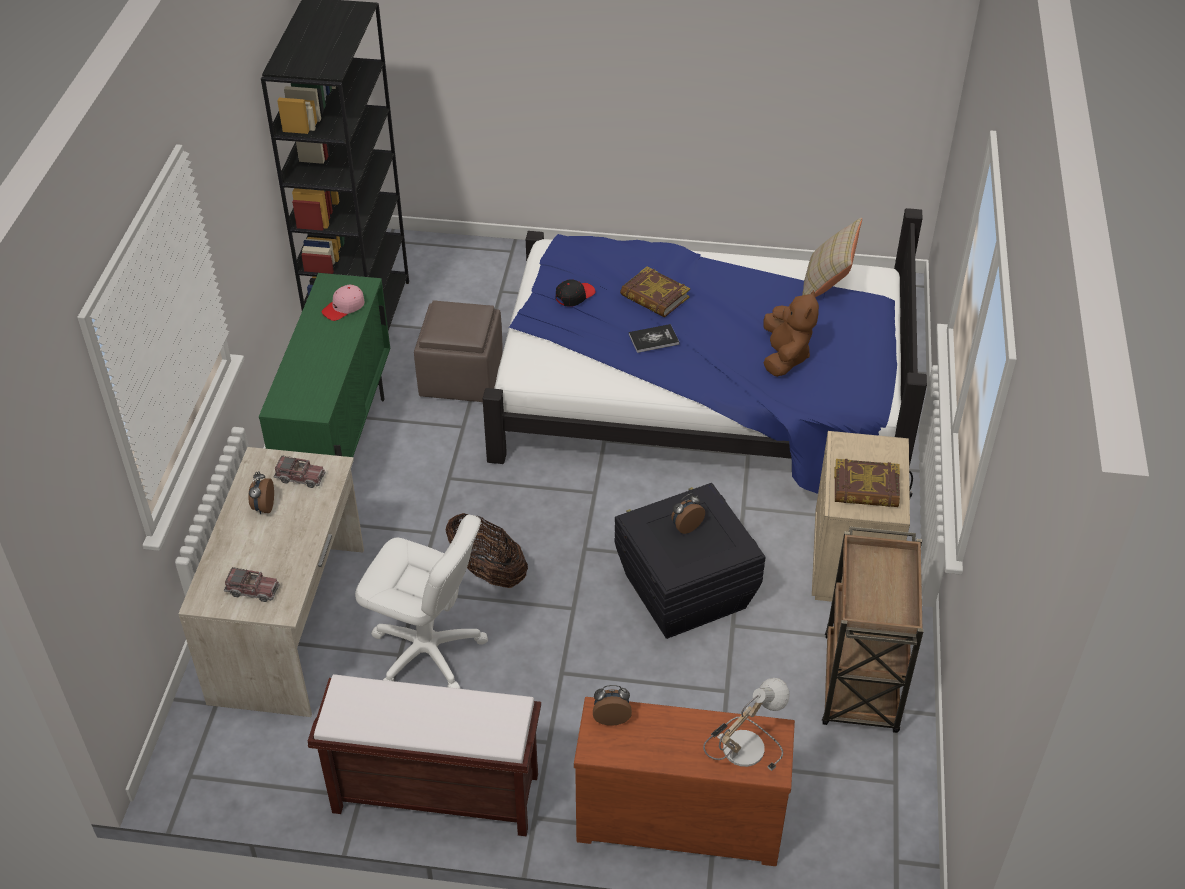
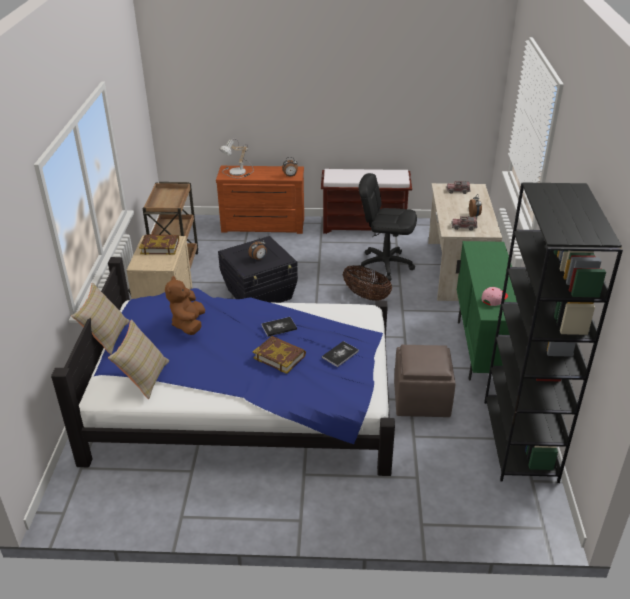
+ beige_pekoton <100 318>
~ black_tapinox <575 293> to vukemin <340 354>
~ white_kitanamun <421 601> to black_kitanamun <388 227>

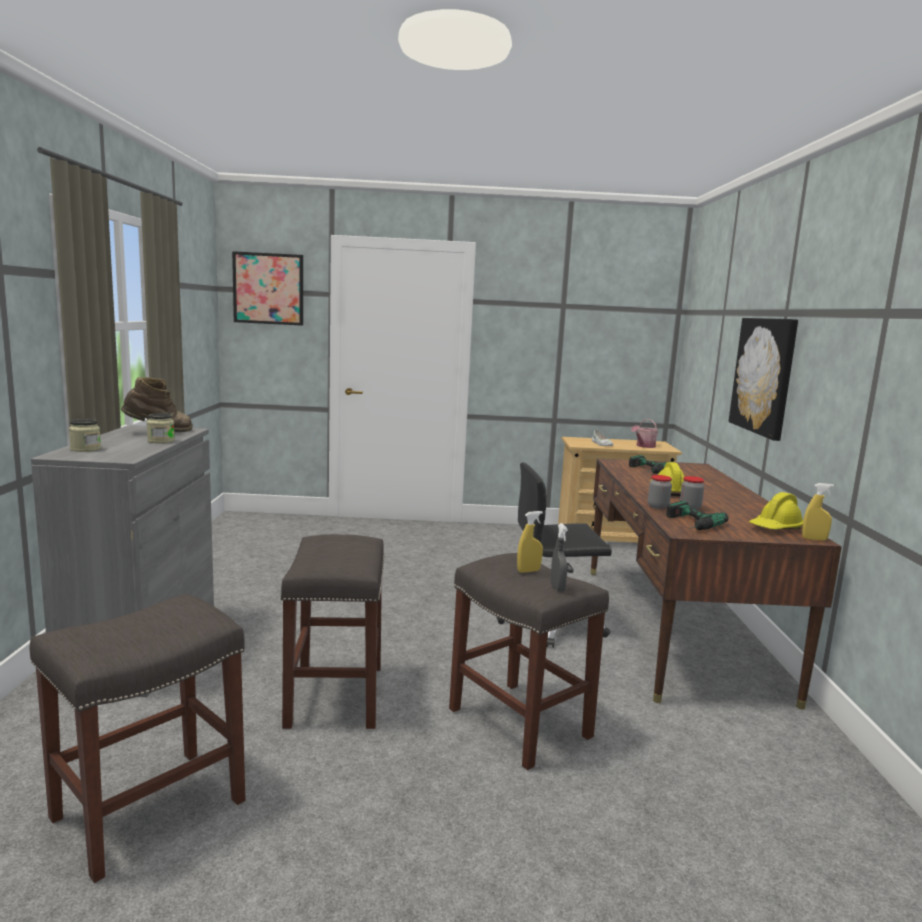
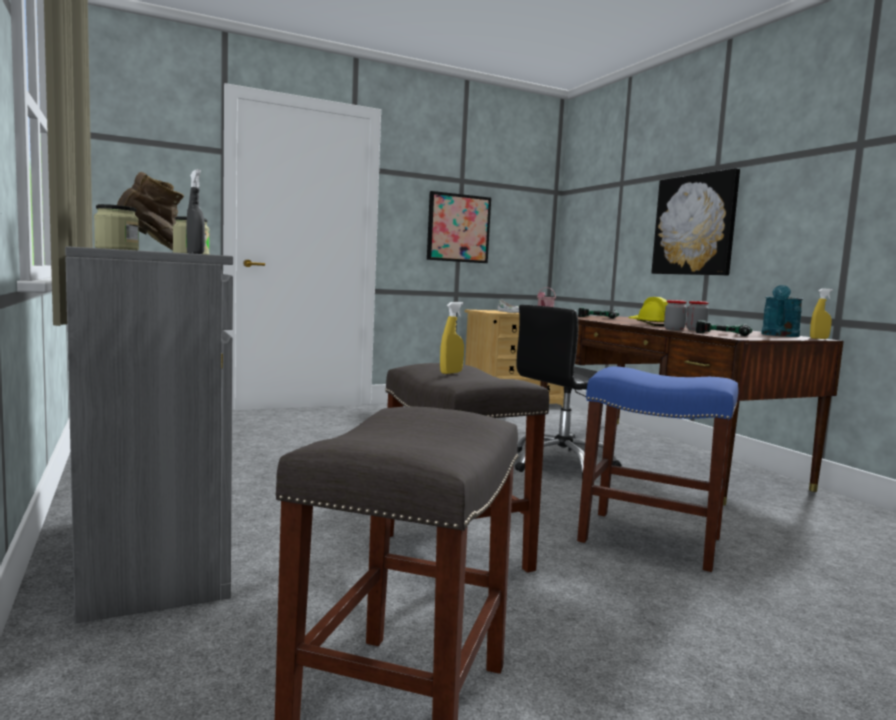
~ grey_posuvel <559 557> to <195 211>
~ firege <267 288> to <459 227>
~ yellow_posuvel <530 542> to <452 338>
~ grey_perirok <529 661> to blue_perirok <658 469>
~ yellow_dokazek <776 510> to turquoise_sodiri <782 311>

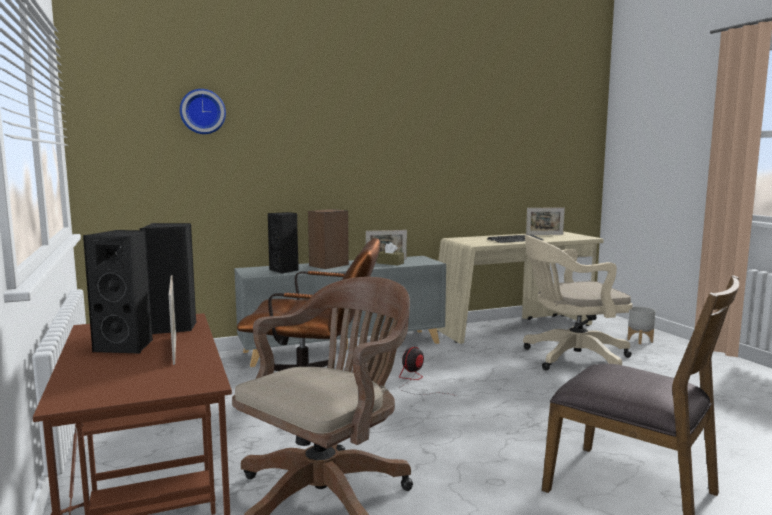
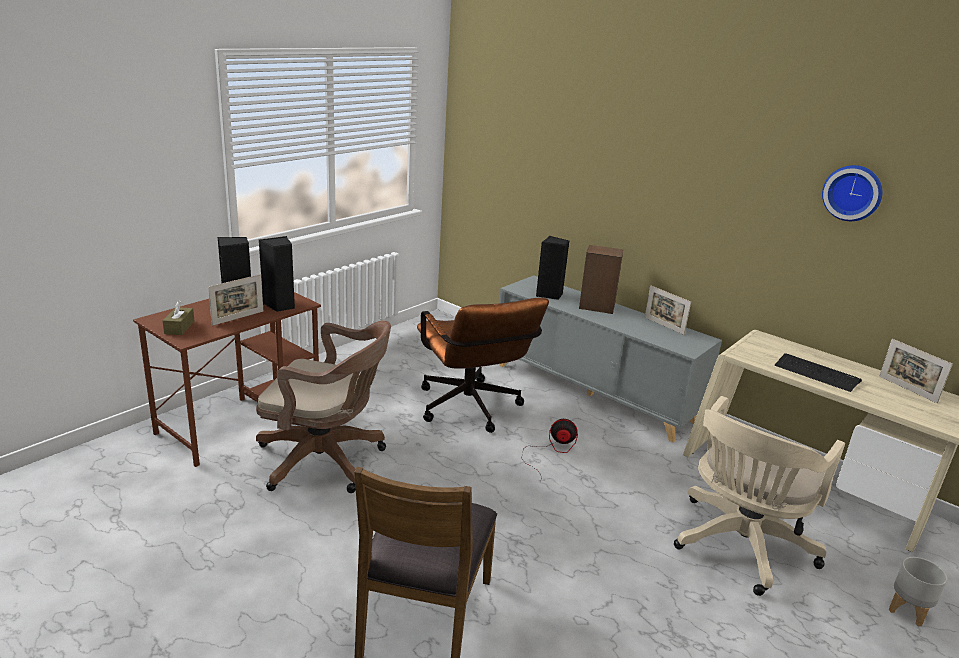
~ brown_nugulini <390 253> to <178 318>
~ beige_kitanamun <577 302> = <759 496> 105 degrees counterclockwise
~ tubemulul <203 111> to <852 193>

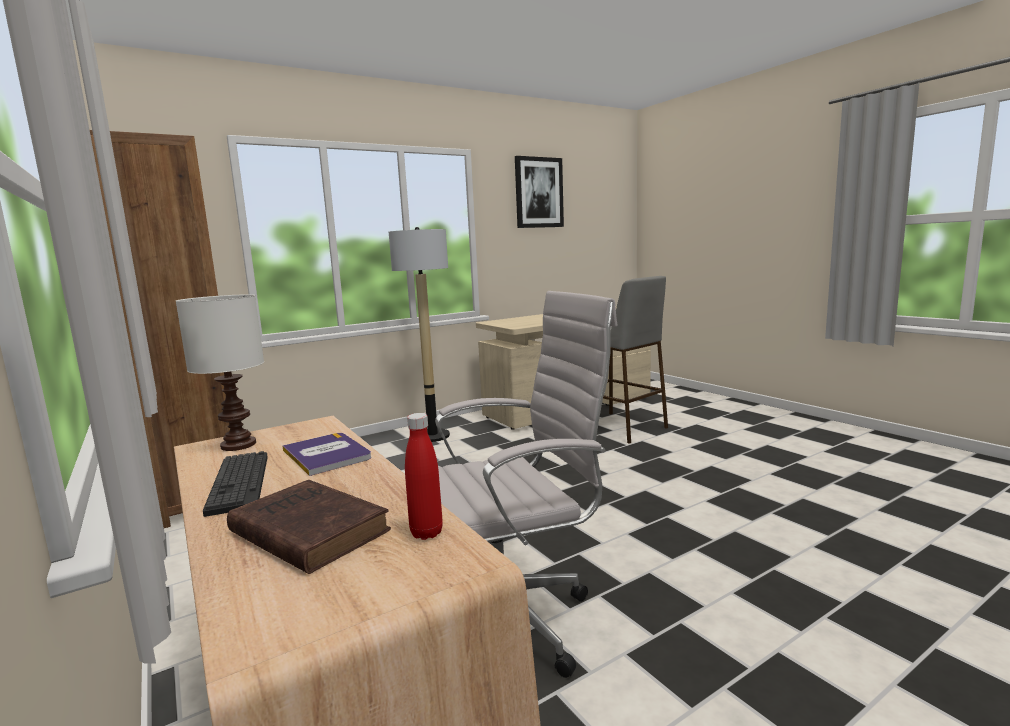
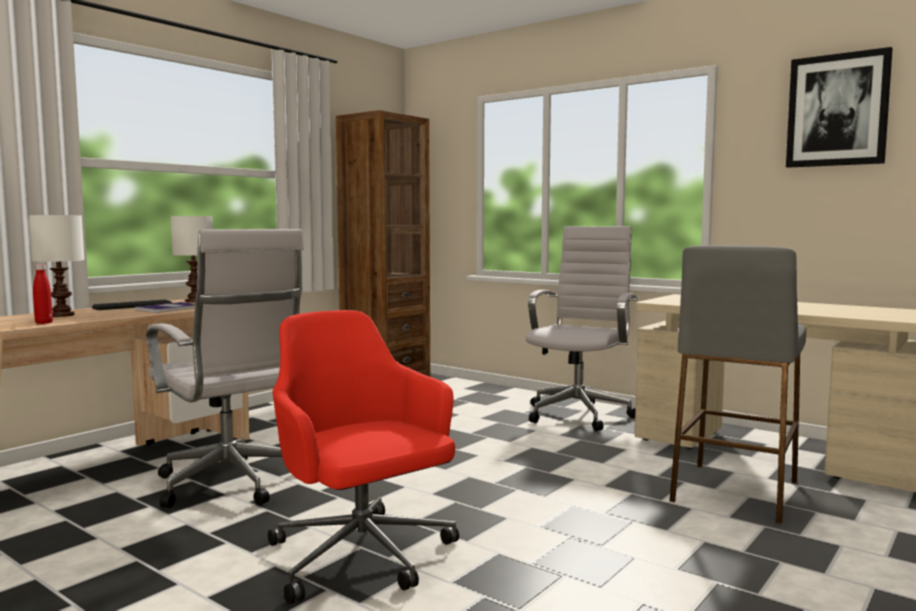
~ brown_vukemin <309 527> to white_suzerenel <56 266>
+ red_kitanamun <363 457>
~ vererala <419 334> to white_kitanamun <582 328>

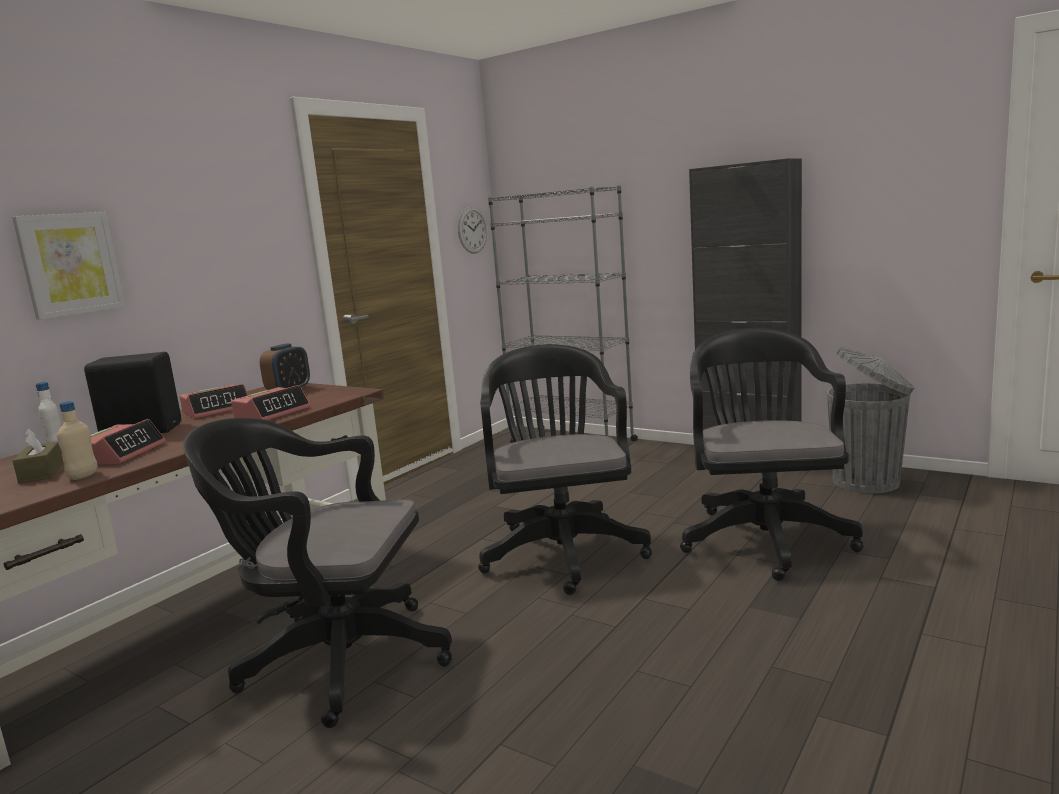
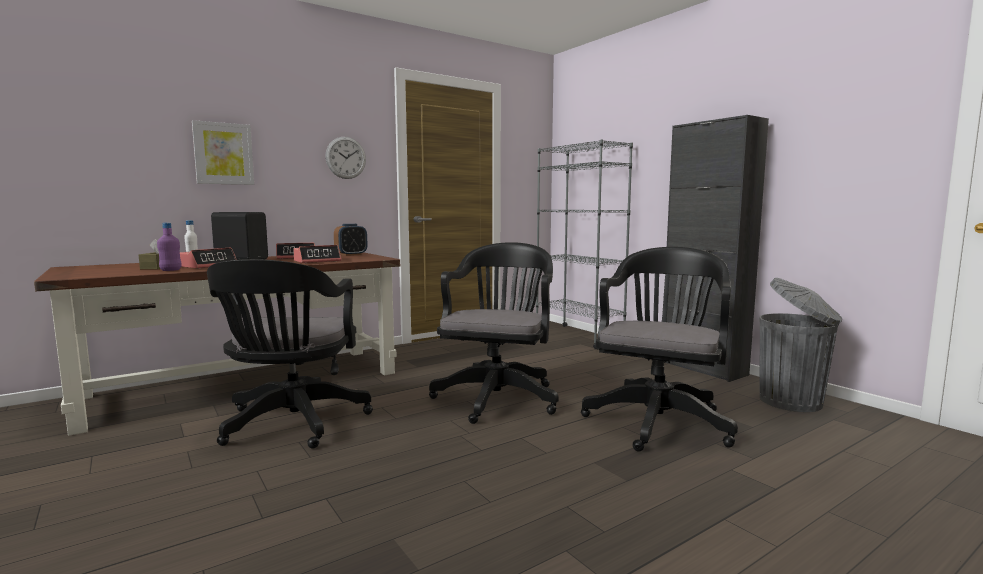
~ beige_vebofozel <77 440> to purple_vebofozel <169 247>
~ black_kitanamun <317 573> = <290 354> 120 degrees counterclockwise
~ tubemulul <472 230> to <345 158>

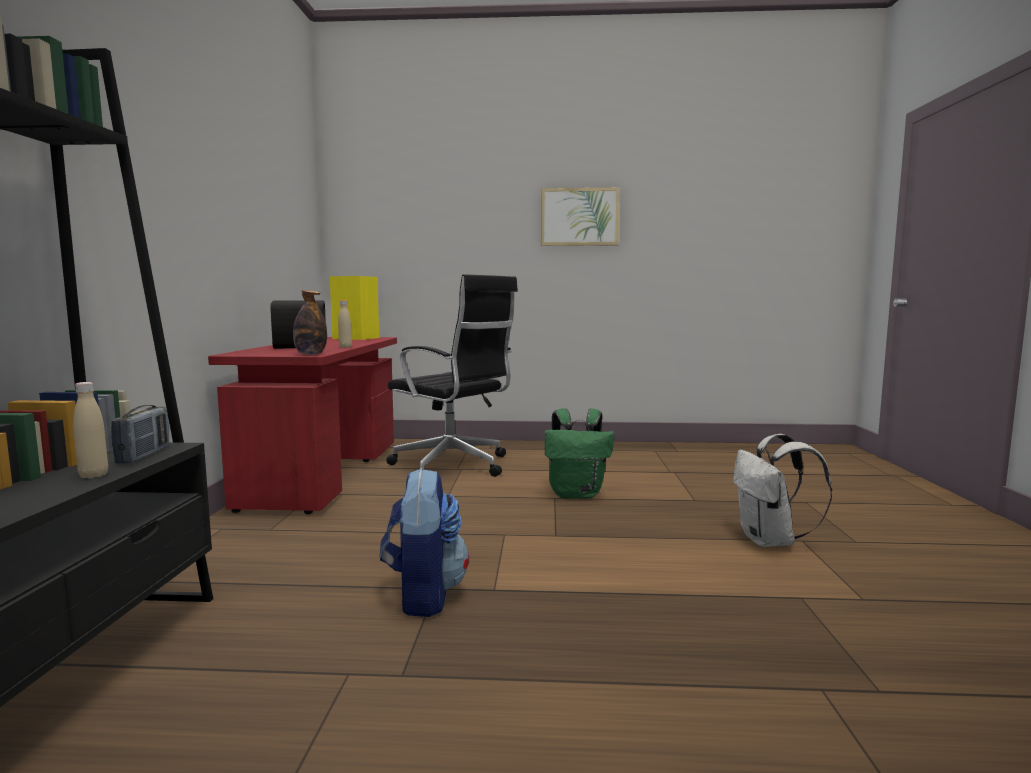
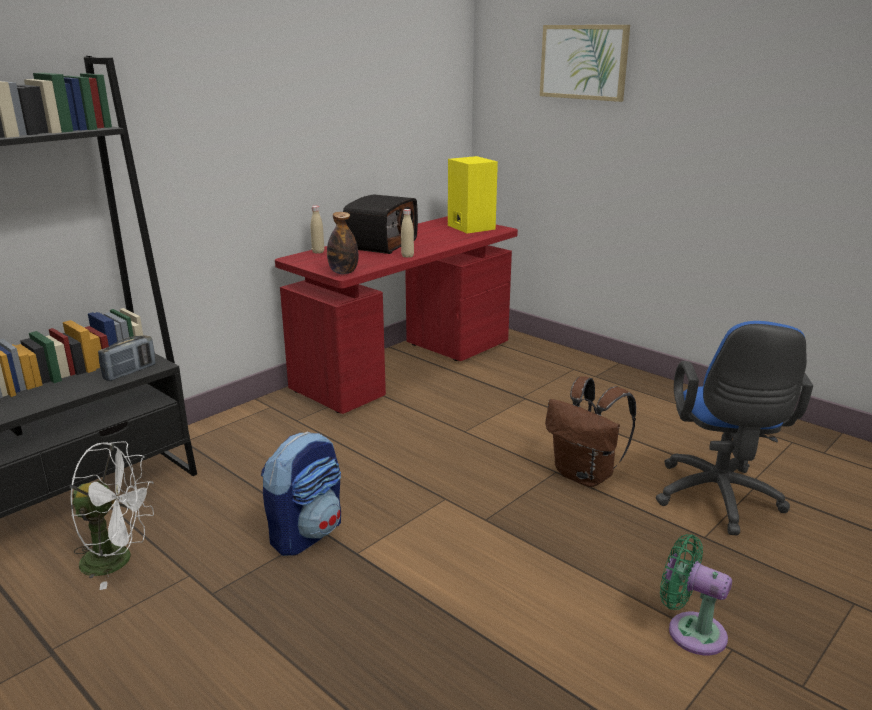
+ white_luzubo <112 515>
~ beige_vebofozel <90 430> to <317 230>
~ firege <580 217> to <585 63>
~ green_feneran <579 453> to brown_feneran <590 431>
+ blue_kitanamun <734 428>
~ white_feneran <782 490> to green_luzubo <696 594>
- black_kitanamun <452 375>

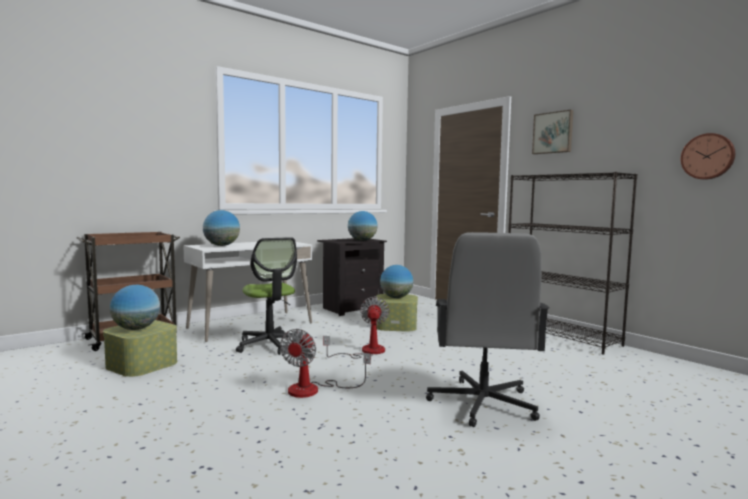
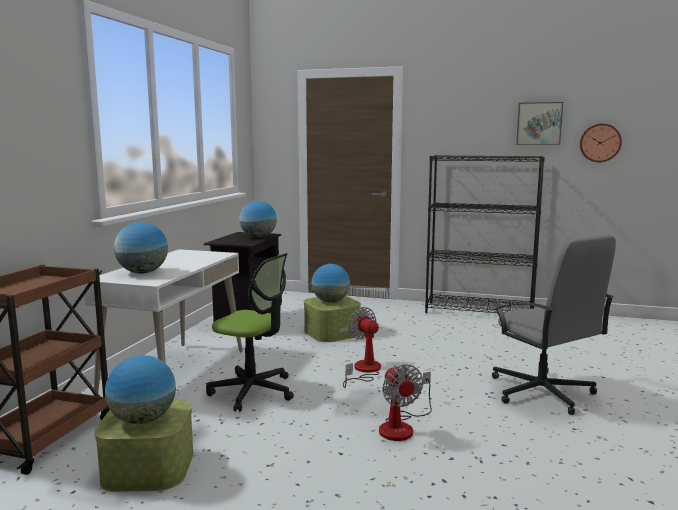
~ firege <552 132> to <539 123>

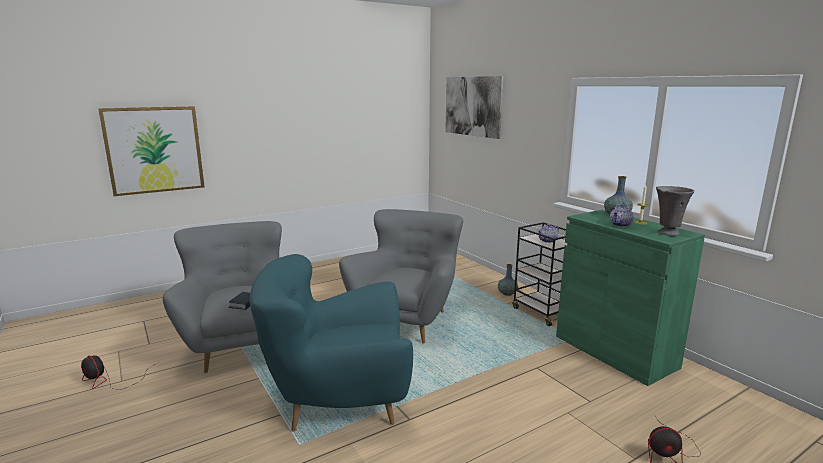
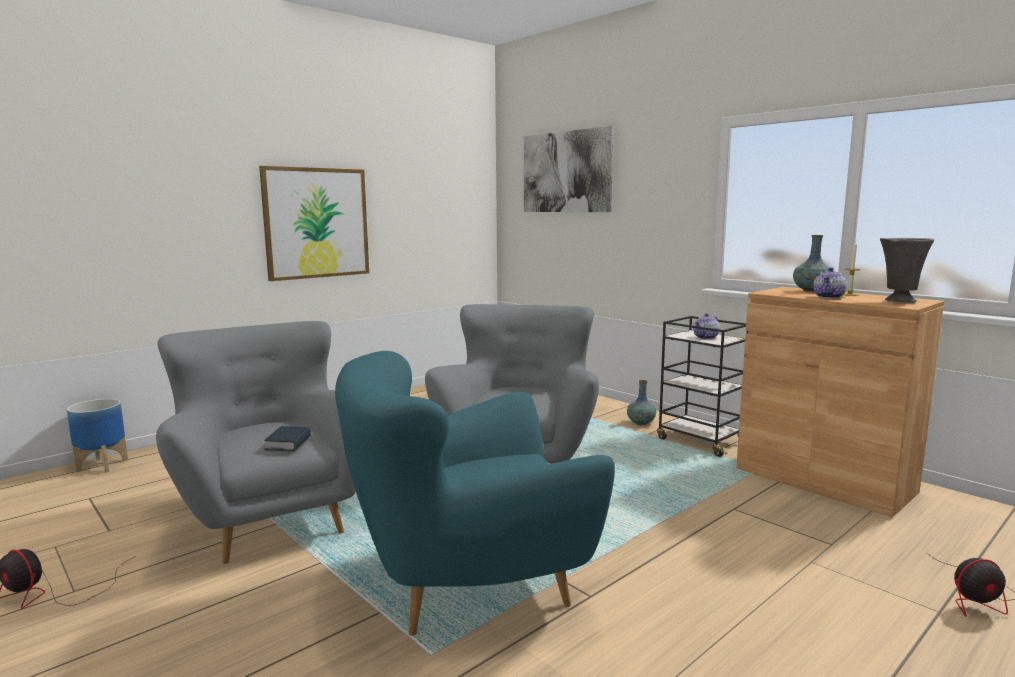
+ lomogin <97 435>
~ firege <151 151> to <314 223>
~ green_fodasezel <630 298> to brown_fodasezel <840 402>

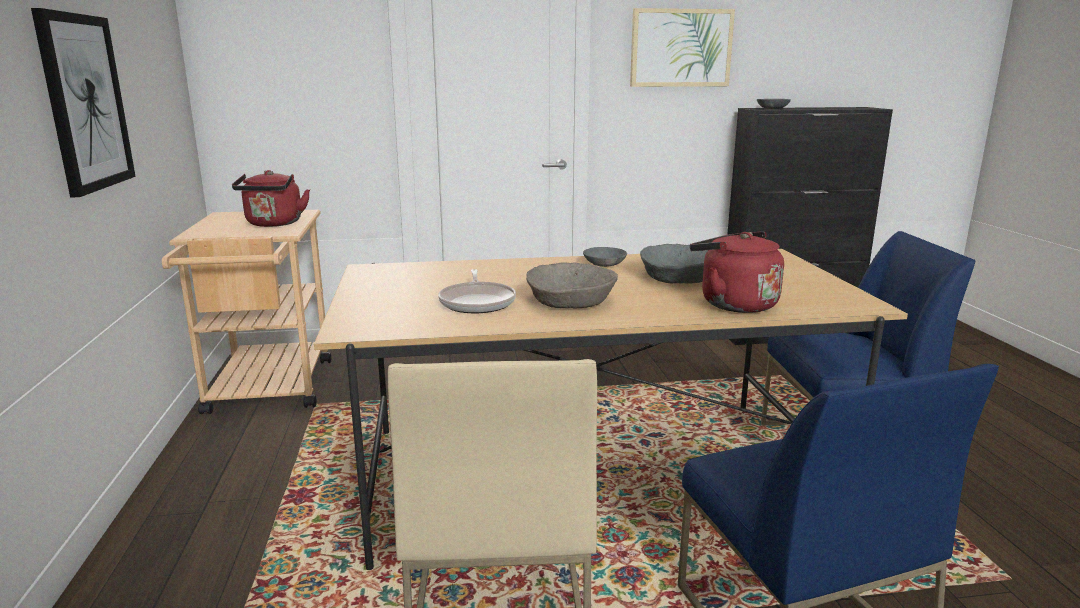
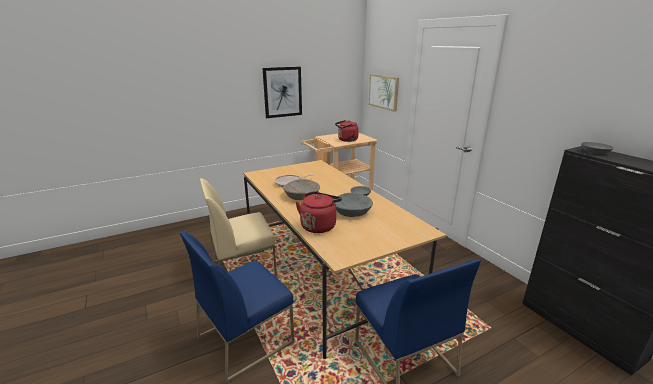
~ firege <682 47> to <384 93>

